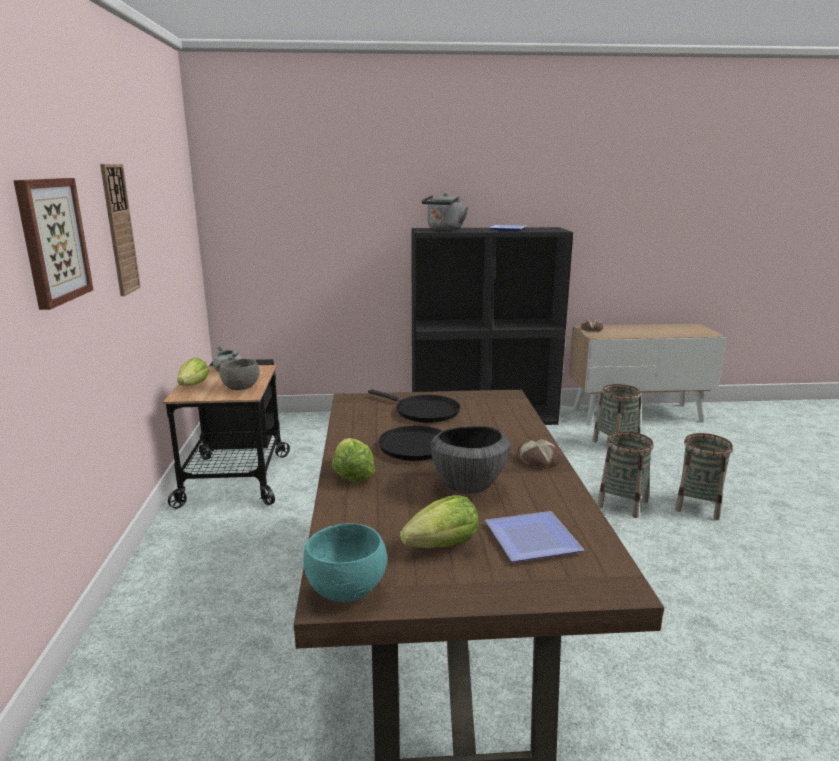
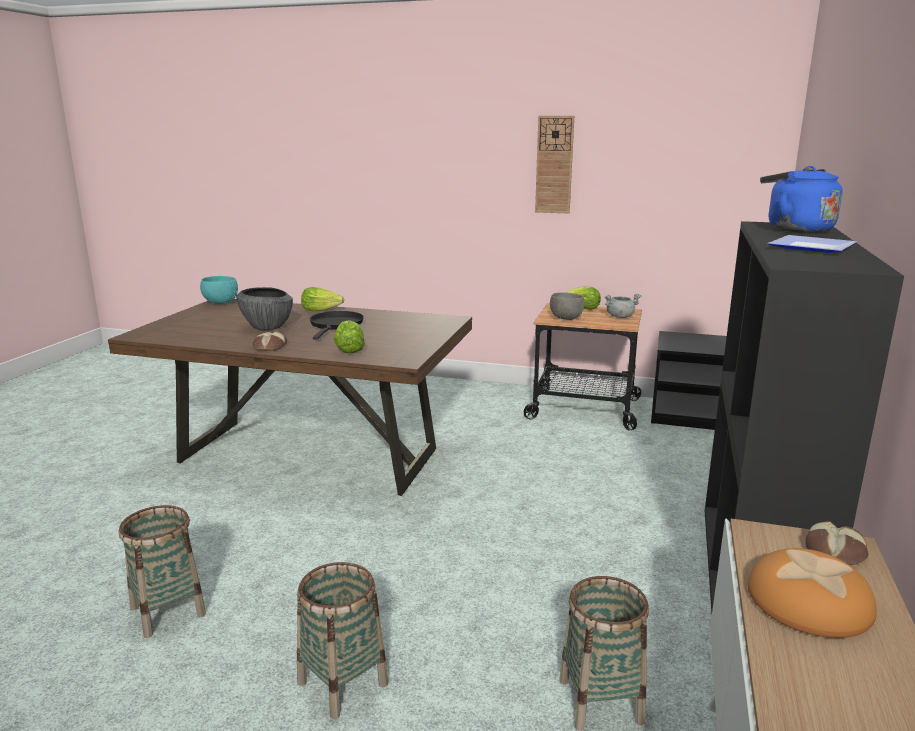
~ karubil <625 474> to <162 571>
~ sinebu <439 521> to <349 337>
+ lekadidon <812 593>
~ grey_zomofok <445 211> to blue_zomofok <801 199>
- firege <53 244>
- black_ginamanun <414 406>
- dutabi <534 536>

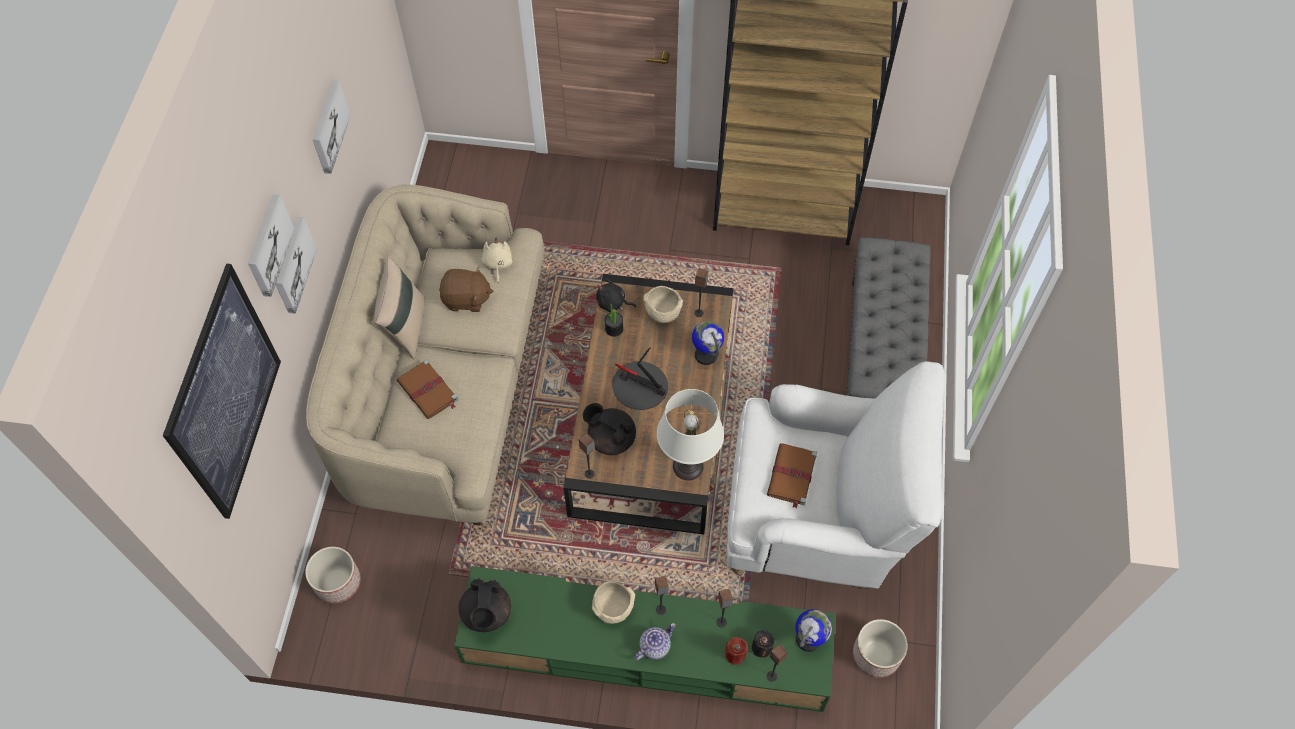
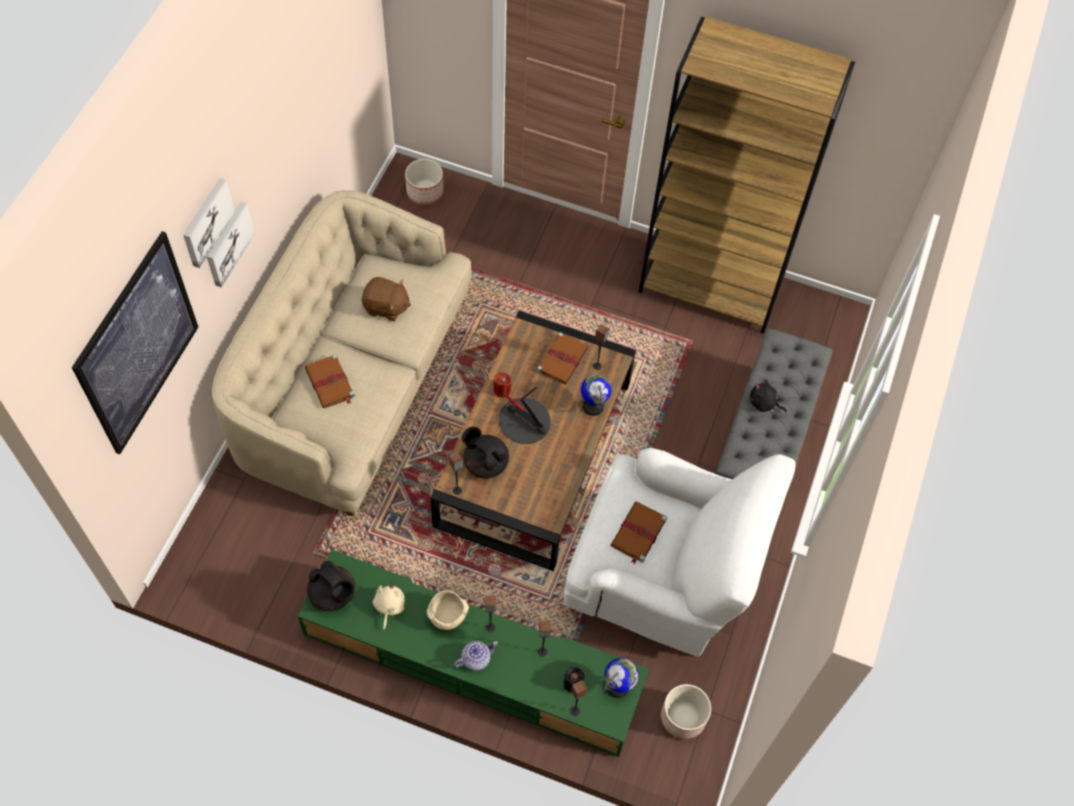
~ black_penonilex <485 605> = <331 585> 60 degrees counterclockwise
~ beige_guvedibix <497 260> to <389 606>
~ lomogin <333 575> to <424 182>
~ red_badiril <736 651> to <503 384>
~ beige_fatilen <663 304> to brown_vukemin <563 358>
~ black_guvedibix <616 295> to <768 395>
- firege <331 127>
- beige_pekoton <399 308>
- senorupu <614 320>
- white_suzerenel <690 434>

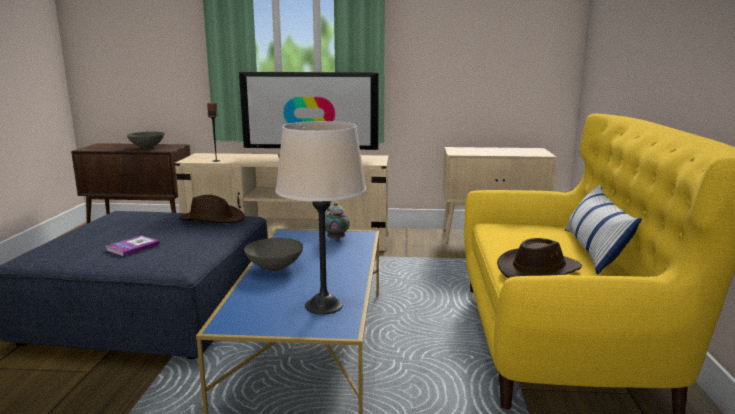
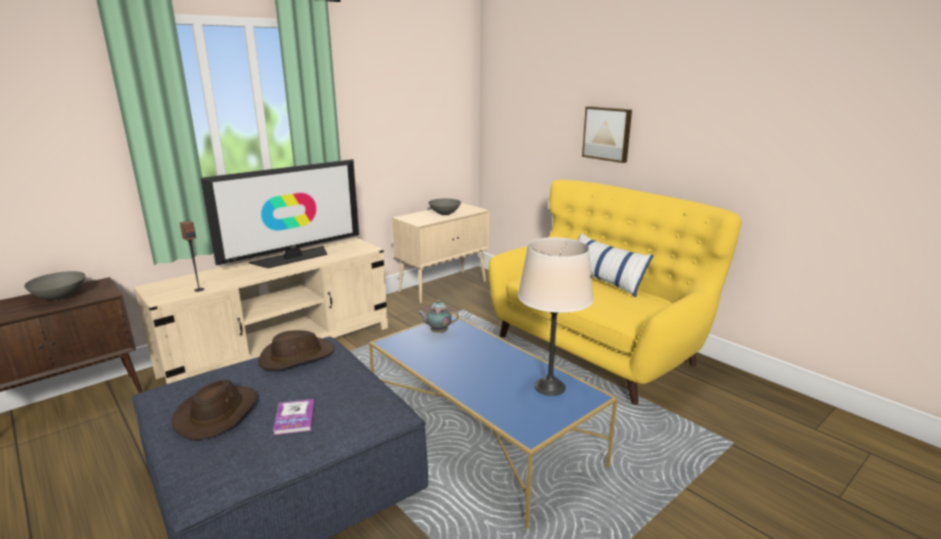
~ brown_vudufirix <539 258> to <214 410>
~ grey_fatilen <273 254> to <445 206>
+ firege <607 134>

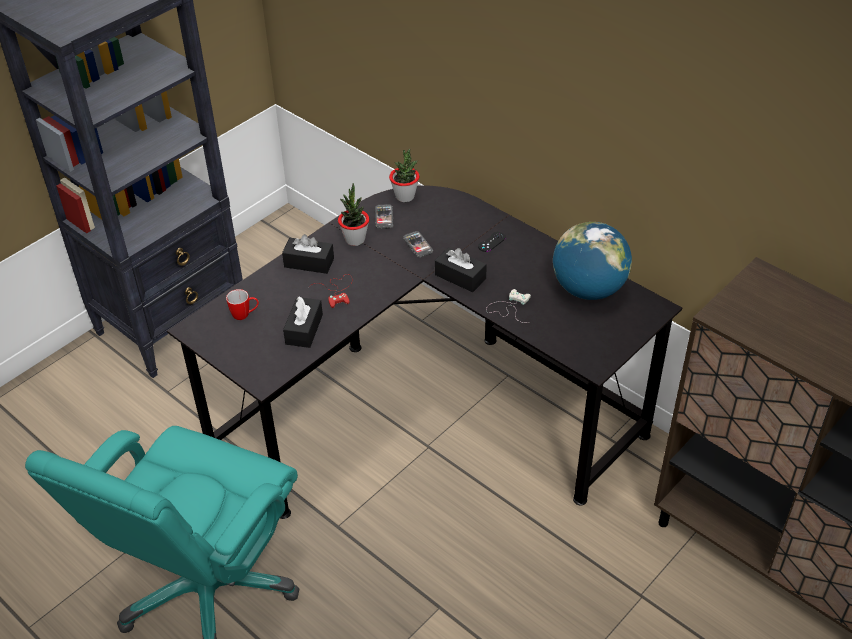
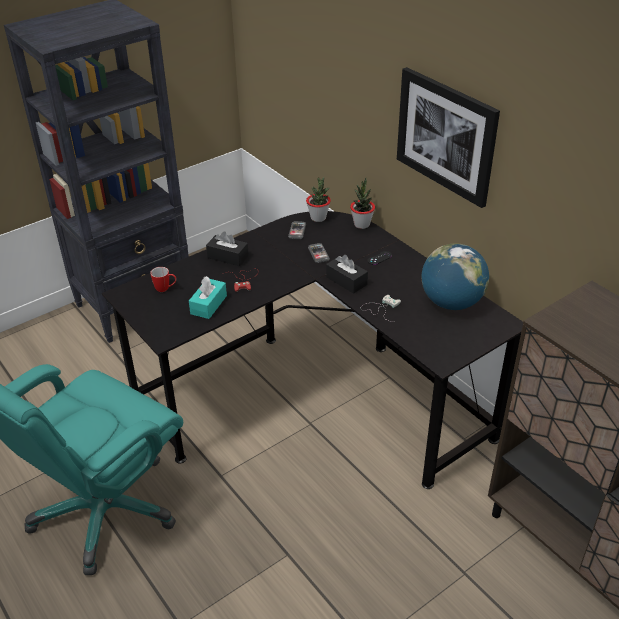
~ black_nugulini <303 322> to turquoise_nugulini <208 297>
~ senorupu <353 214> to <362 203>
+ firege <448 137>

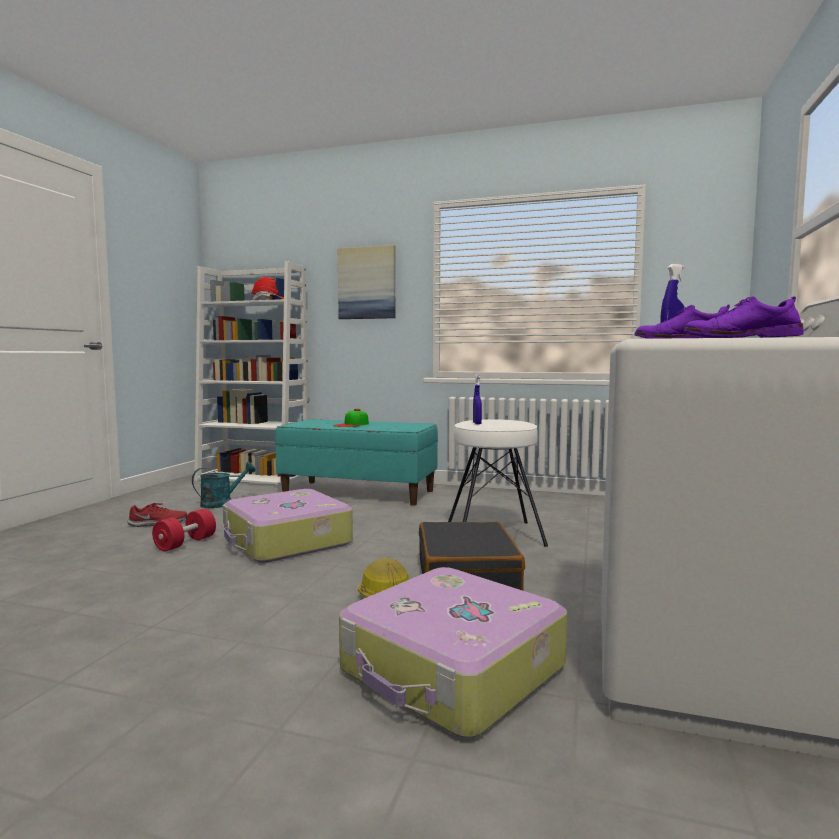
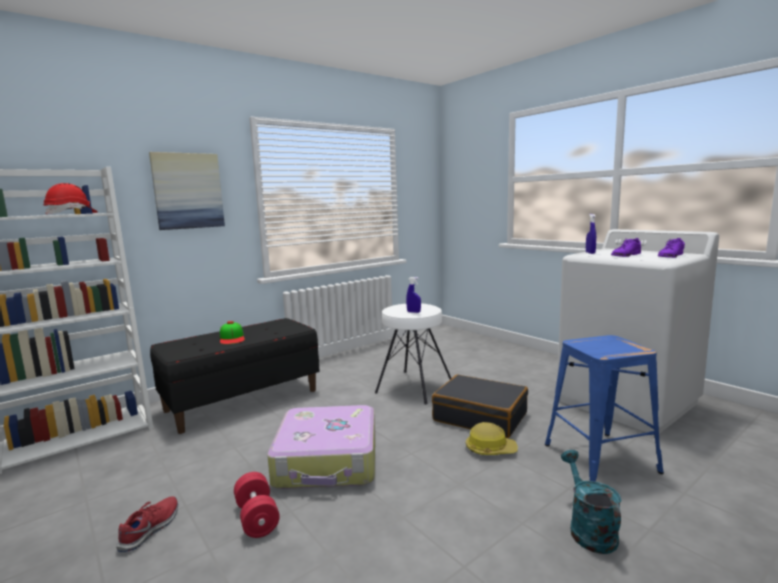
~ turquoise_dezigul <356 462> to black_dezigul <235 376>
~ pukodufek <453 652> to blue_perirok <604 408>
~ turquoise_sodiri <223 485> to <591 502>

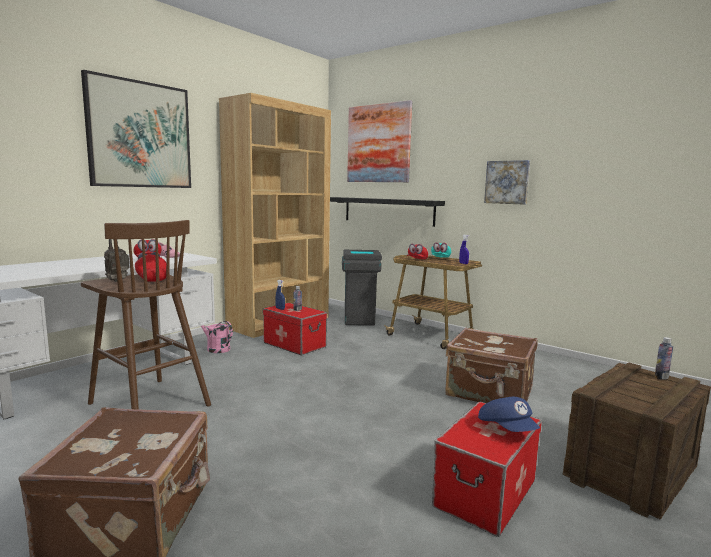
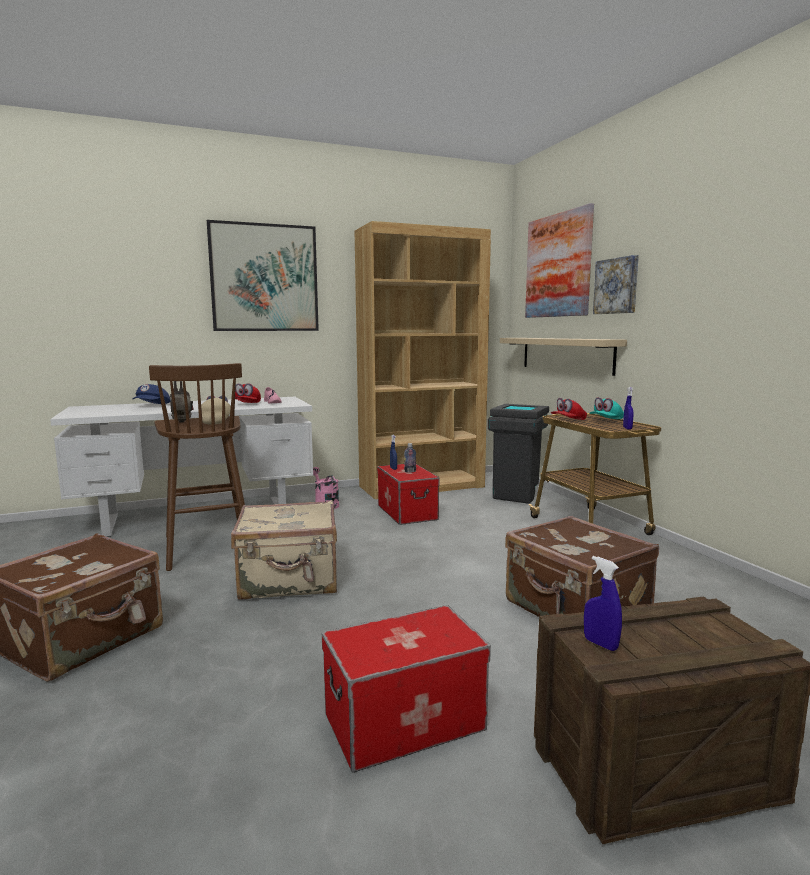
~ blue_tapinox <509 414> to <151 394>
~ red_tapinox <150 267> to beige_tapinox <216 410>
+ beige_pukodufek <284 550>
~ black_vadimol <387 212> to beige_vadimol <563 357>
+ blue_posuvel <603 603>
~ firege <507 182> to <616 284>
- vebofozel <663 358>

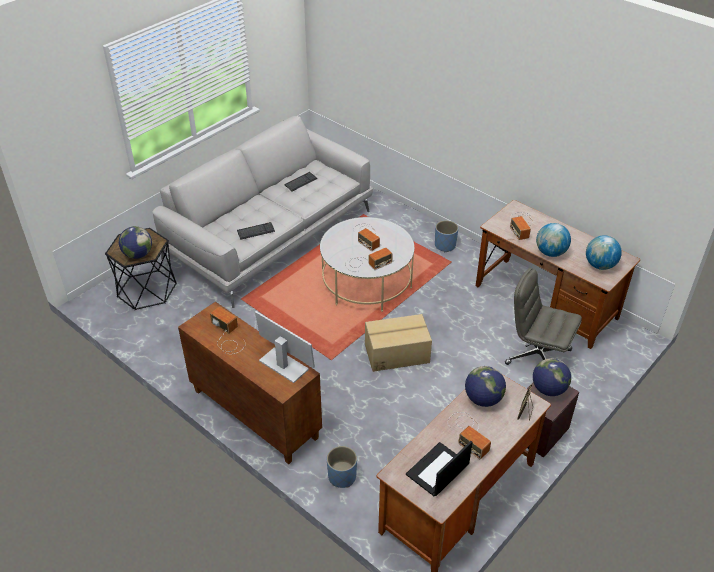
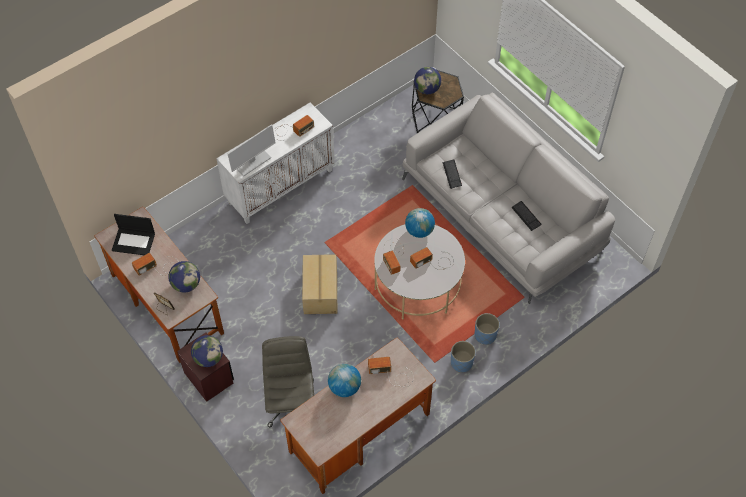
~ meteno <439 468> = <133 234> 135 degrees clockwise
~ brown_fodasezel <250 383> to white_fodasezel <275 163>
~ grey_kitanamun <543 316> = <288 381> 45 degrees counterclockwise
~ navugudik <604 252> to <420 223>
~ blue_lomogin <342 467> to <487 329>

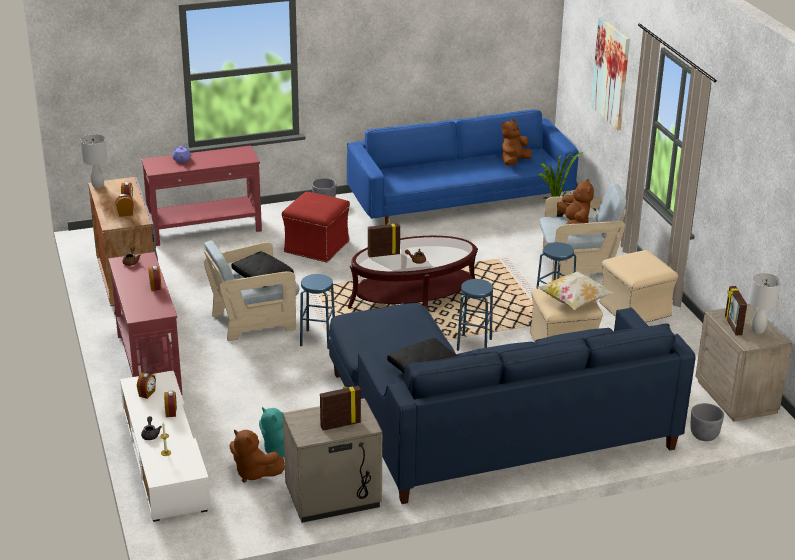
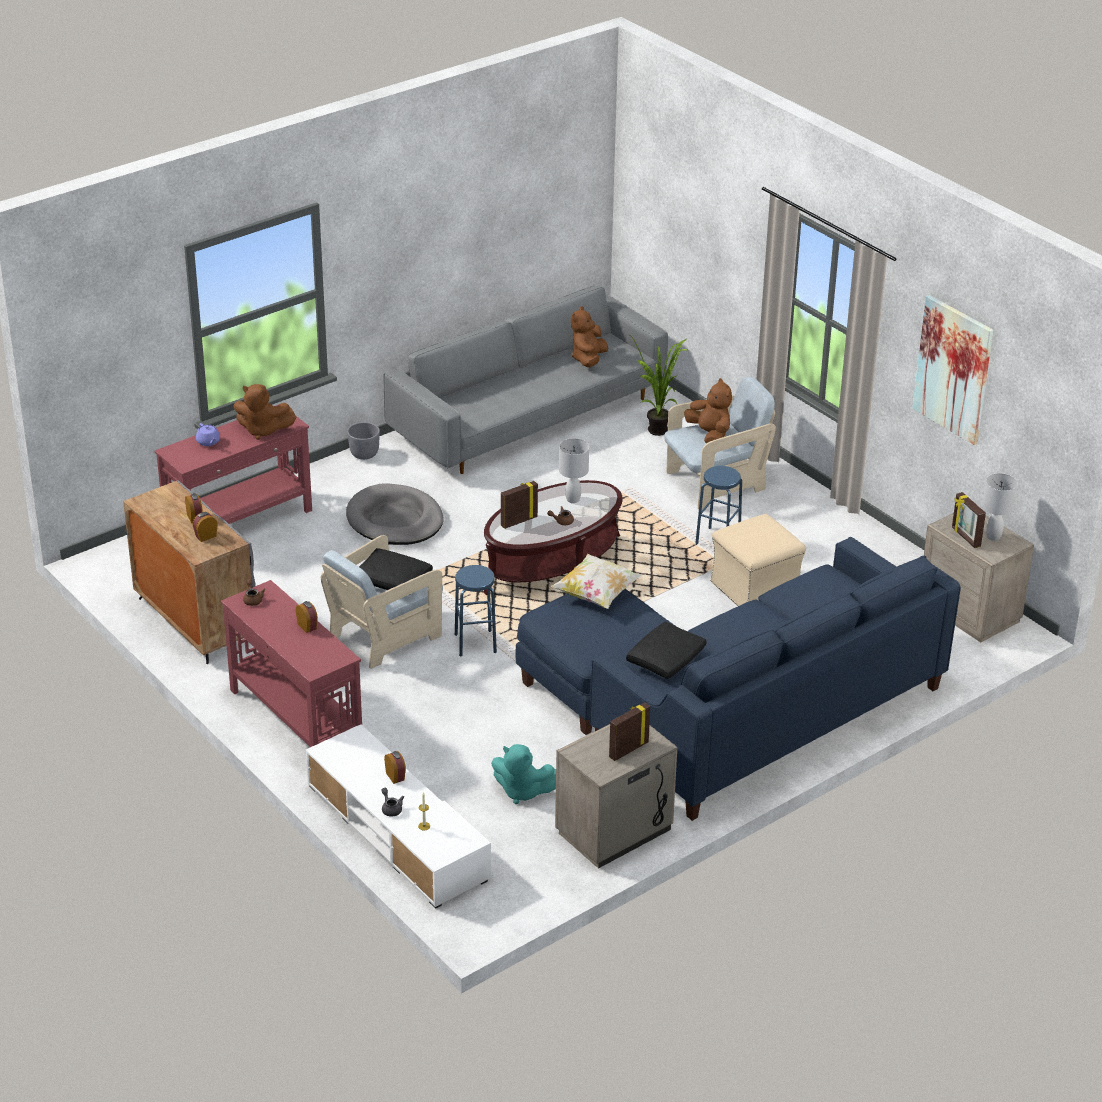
~ brown_guvedibix <257 456> to <265 412>
~ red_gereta <316 227> to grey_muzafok <395 514>
~ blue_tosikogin <463 167> to grey_tosikogin <525 380>
~ pekoton <575 290> to <596 581>
~ white_suzerenel <94 161> to <574 470>
~ firege <610 73> to <952 370>
- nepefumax <146 385>
- blue_perirok <475 315>
- beige_gereta <638 286>
- grey_lomogin <707 422>

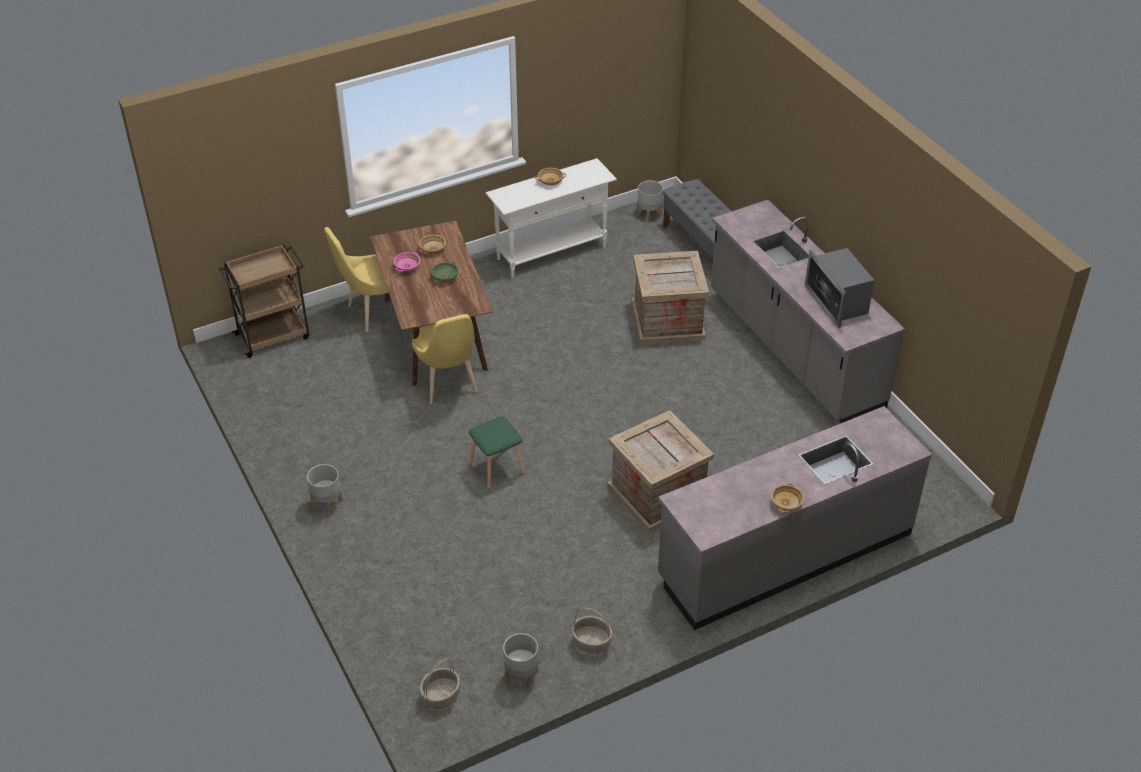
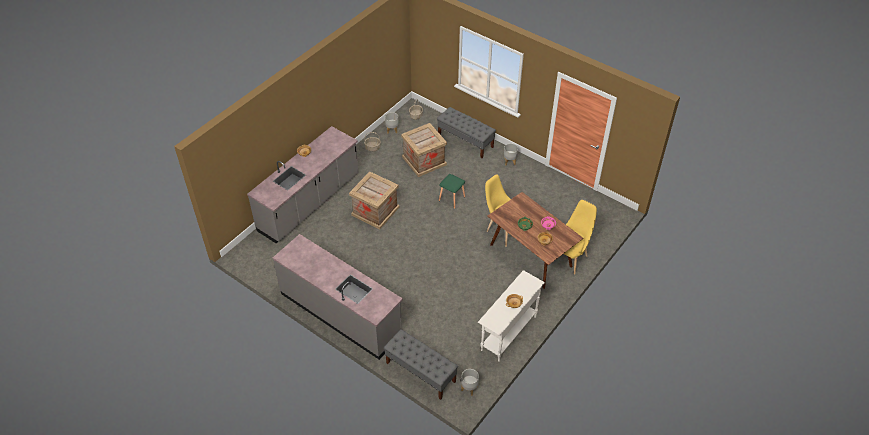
~ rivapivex <670 298> to <424 150>
+ grey_dezigul <466 132>
- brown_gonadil <264 301>
- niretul <839 288>

